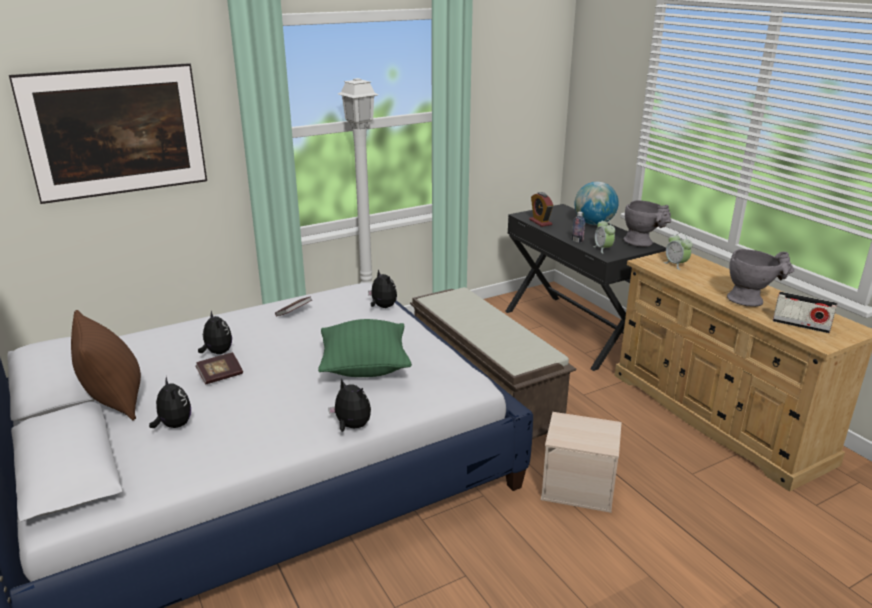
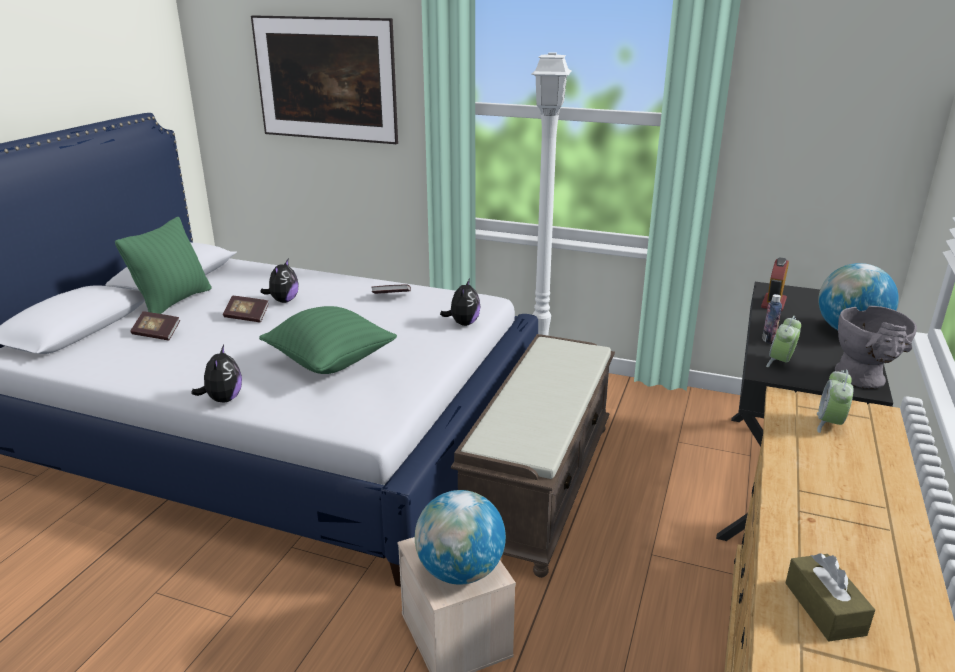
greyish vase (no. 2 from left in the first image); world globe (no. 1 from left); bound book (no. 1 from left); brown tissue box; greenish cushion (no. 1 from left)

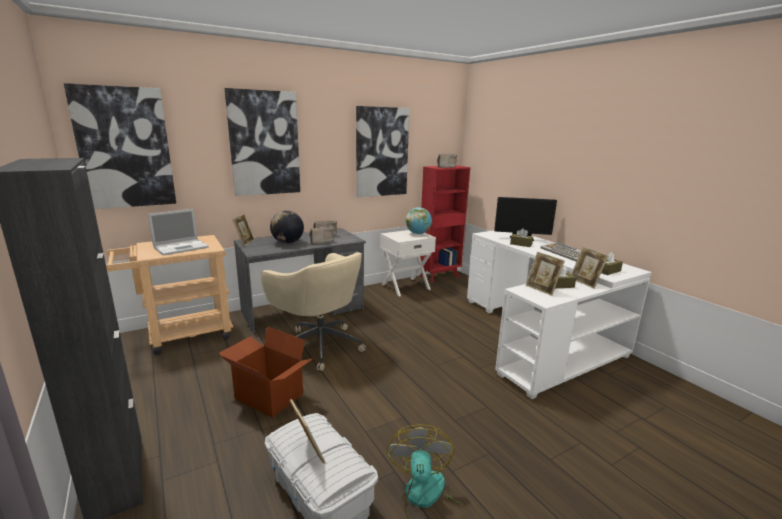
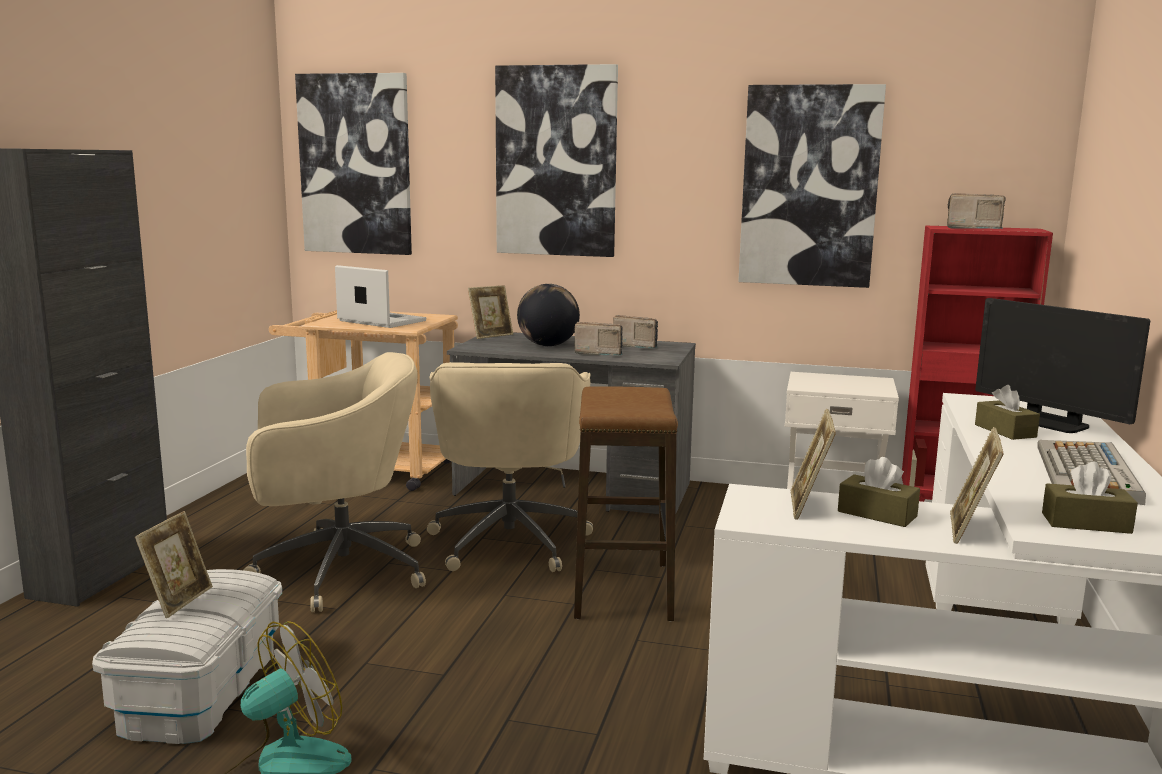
world globe (no. 2 from left in the first image); stool; beige-coloured office chair (no. 1 from left); notebook computer

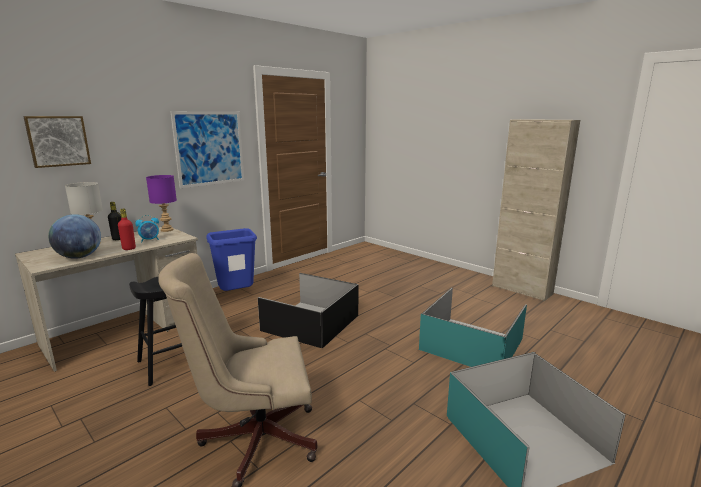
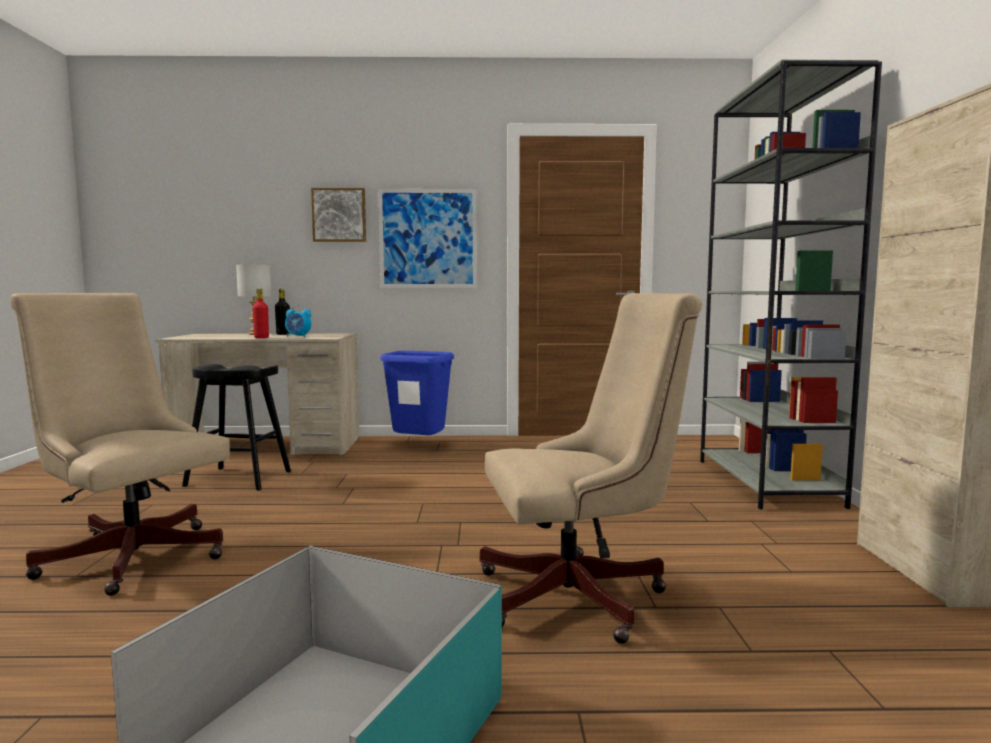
world globe; purple-coloured tabletop lamp; black-coloured storage bin; greyish bookshelf; wall art (no. 1 from left); beige-coloured office chair (no. 2 from left)

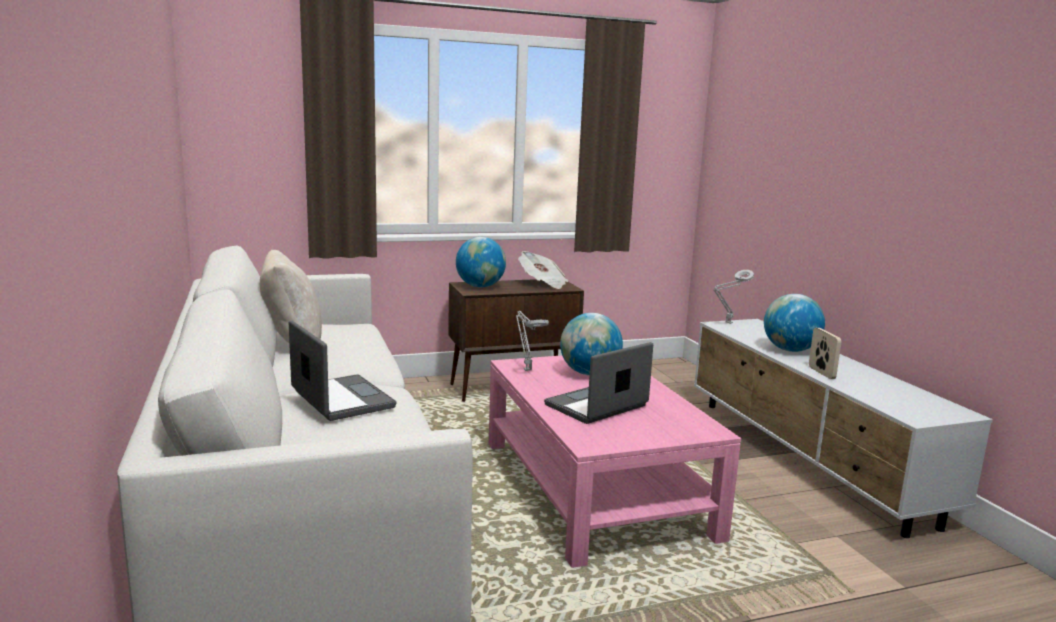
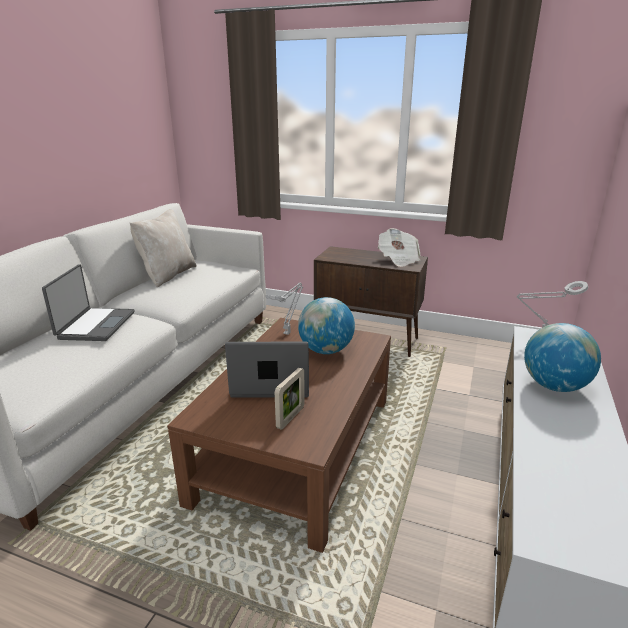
world globe (no. 1 from left in the first image); standing frame; brown coffee table

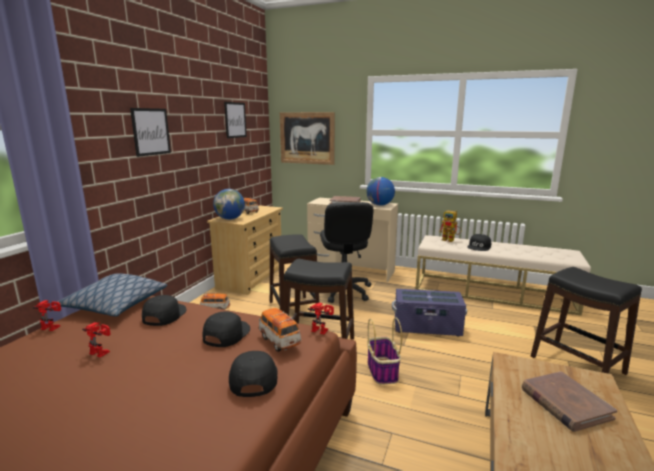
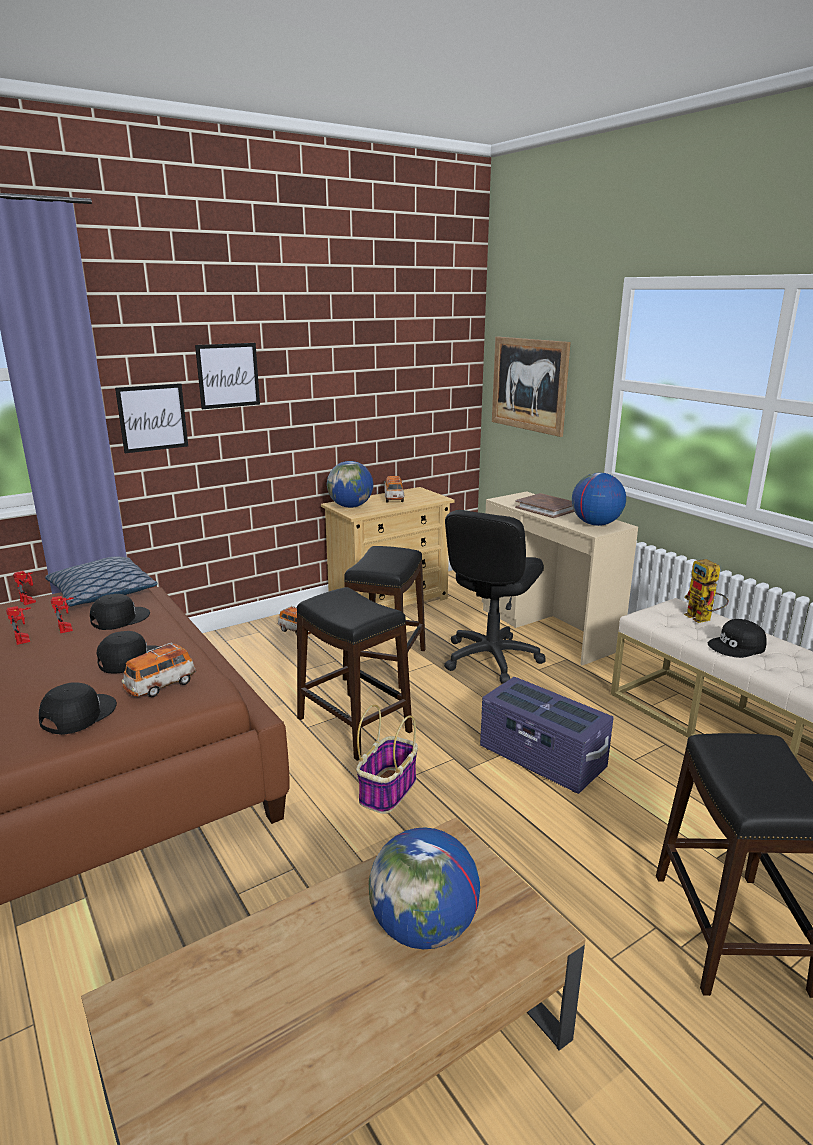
wall art (no. 1 from left); model robot (no. 3 from left); world globe (no. 2 from left); miniature car (no. 1 from left)

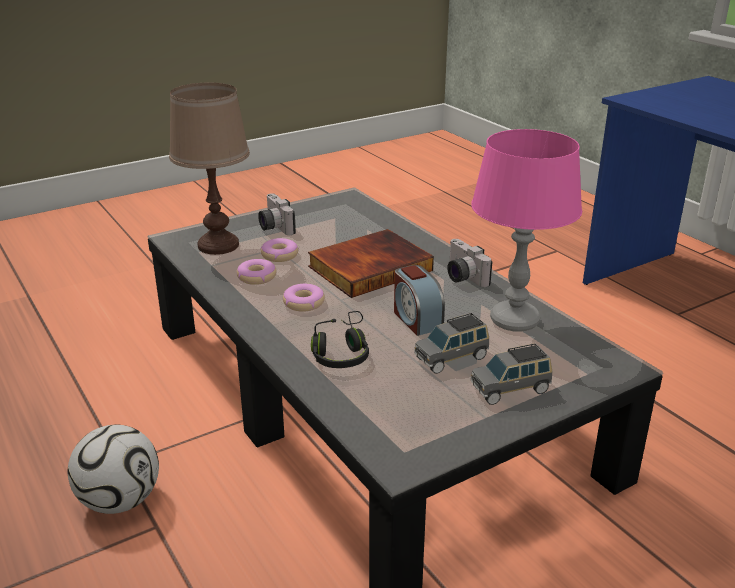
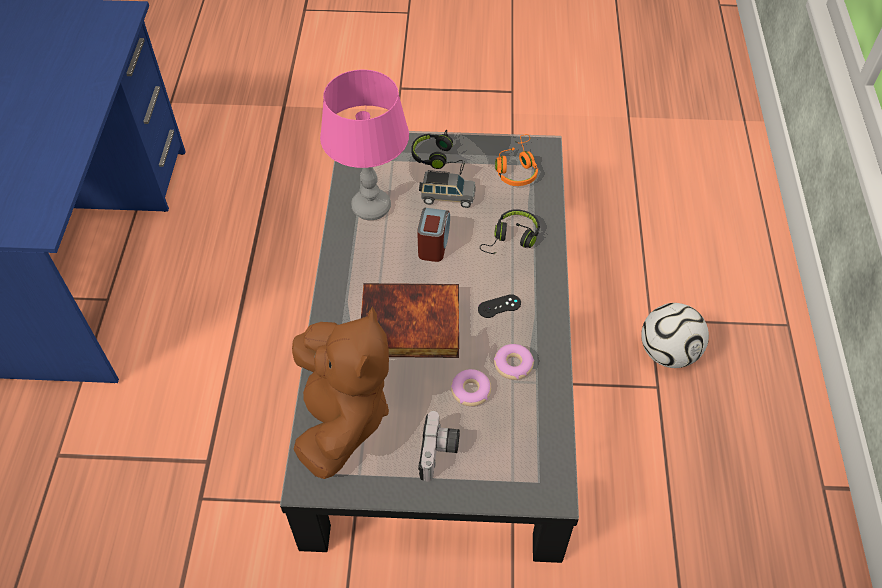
brown tabletop lamp; photo camera (no. 2 from left in the first image); brown soft toy; orange-coloured headset; black-coloured gamepad; black-coloured headset (no. 1 from left)

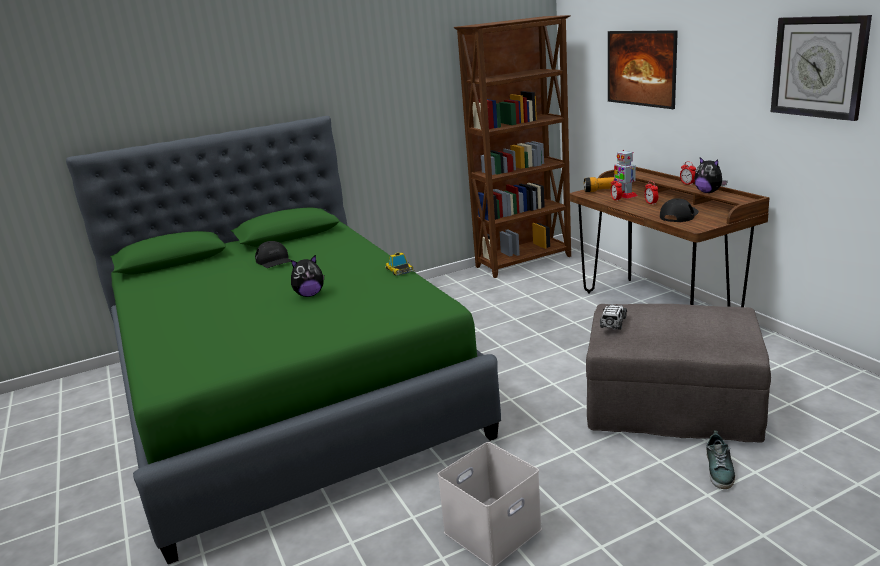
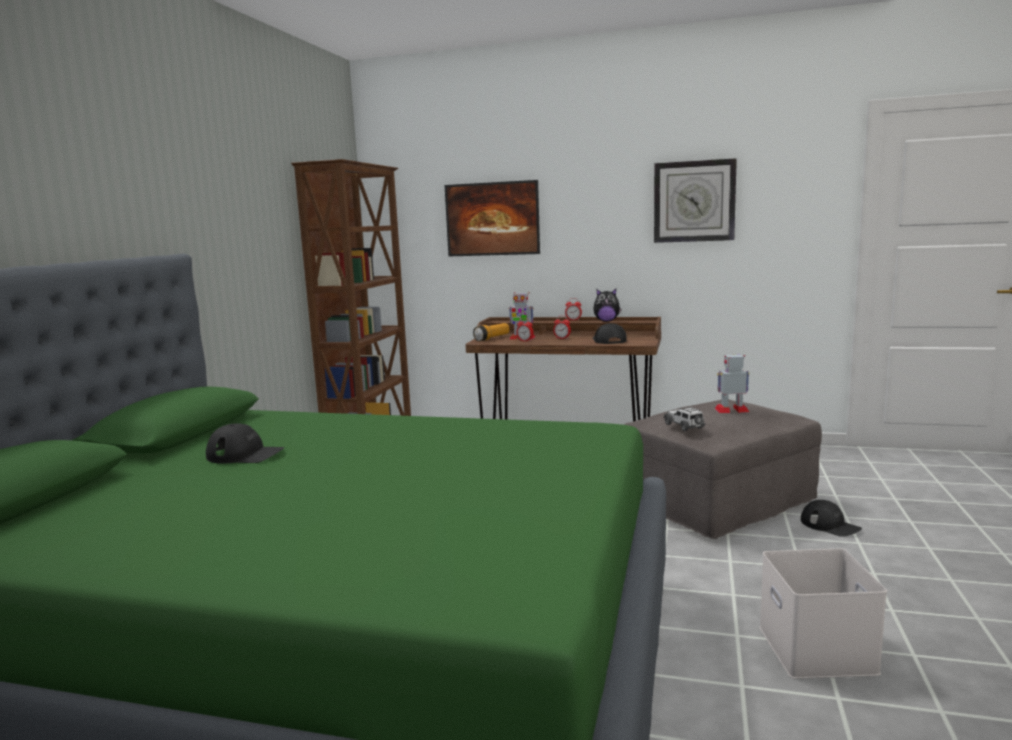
soft toy (no. 1 from left in the first image); miniature car (no. 1 from left in the first image); model robot (no. 2 from left); black-coloured cap (no. 3 from left)

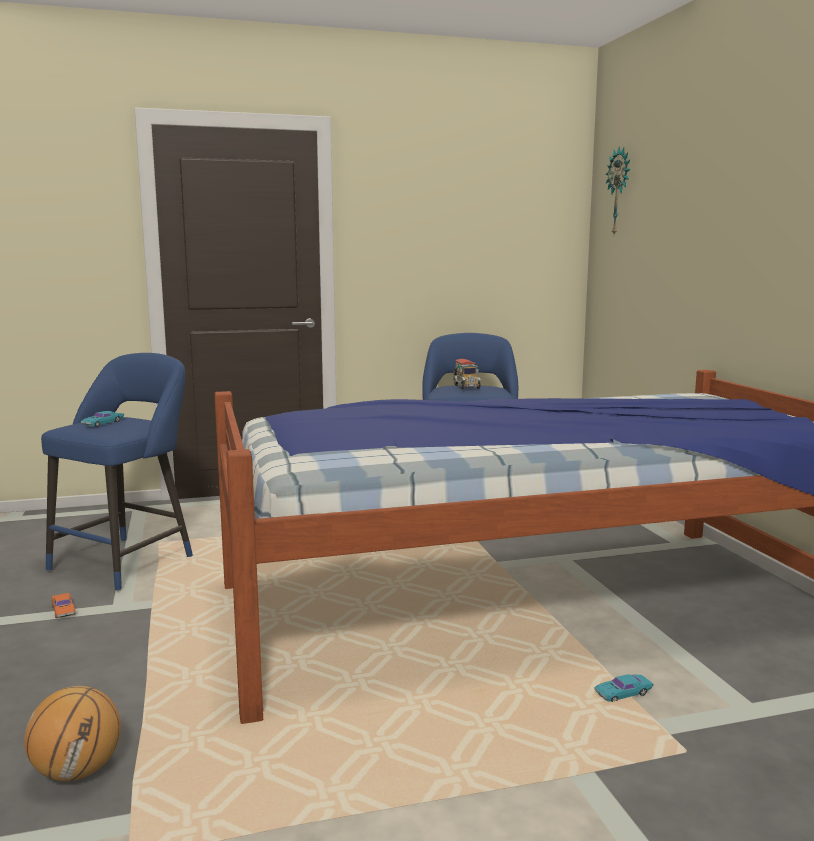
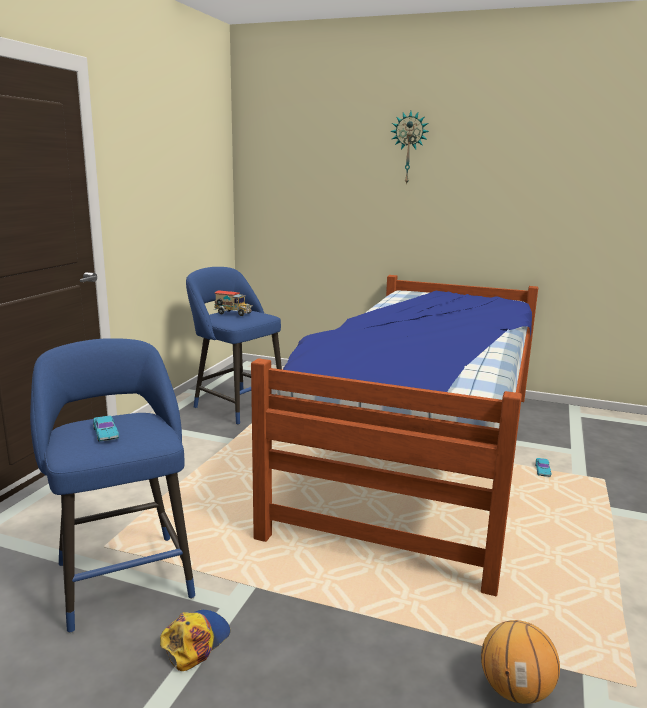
clock on the wall; cap

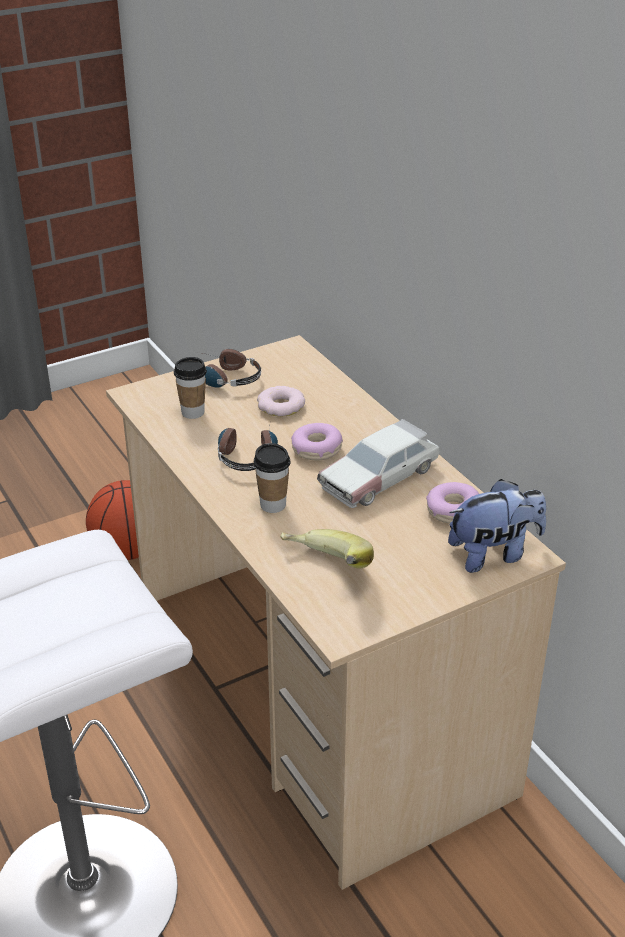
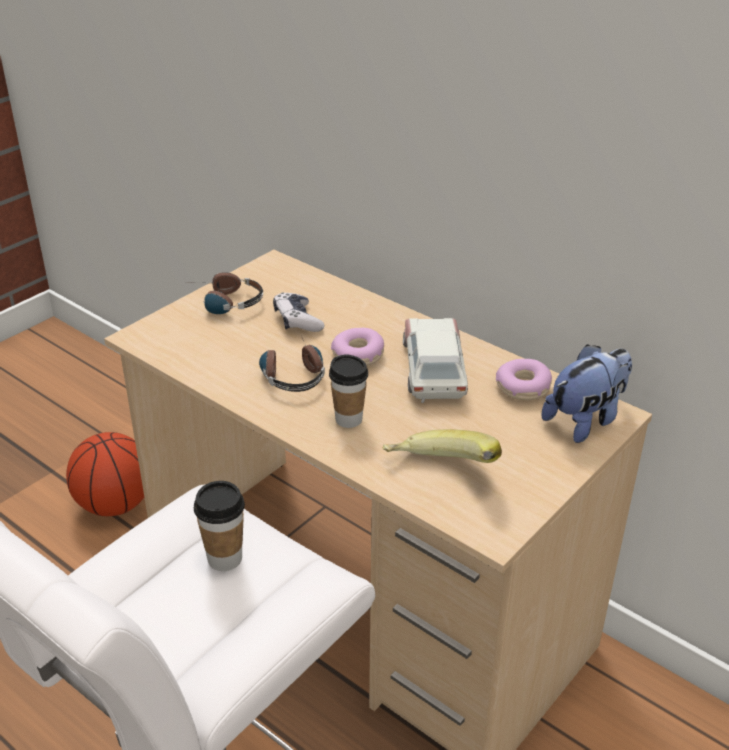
drinking cup (no. 1 from left); gamepad; miniature car

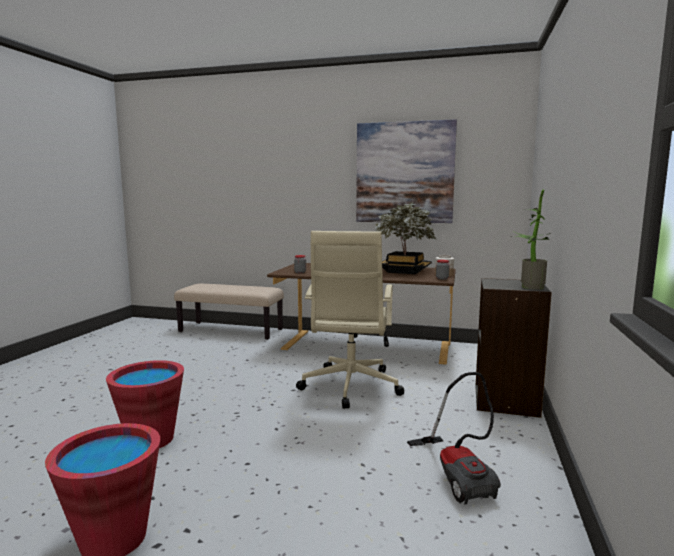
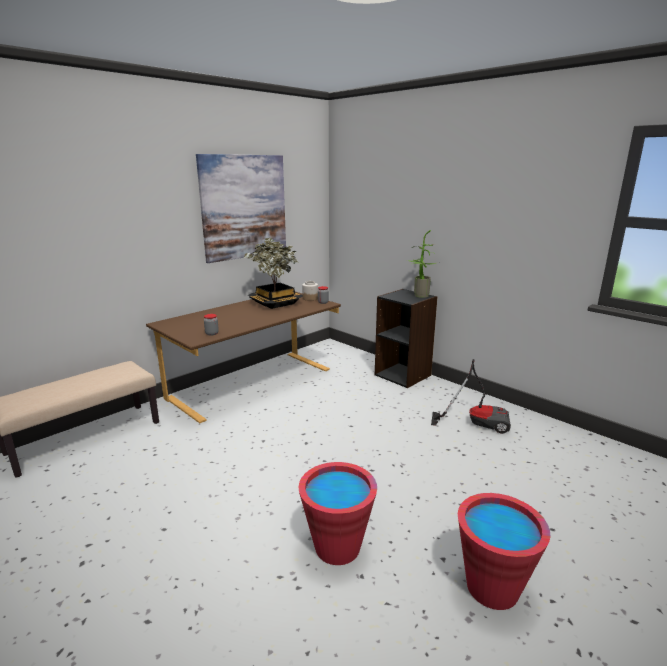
beige-coloured office chair

